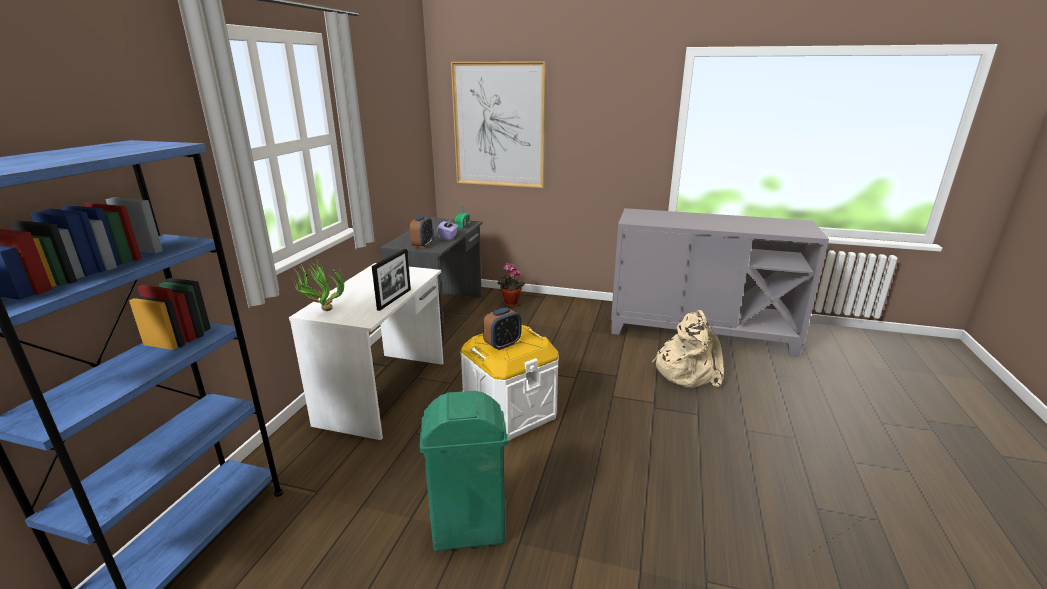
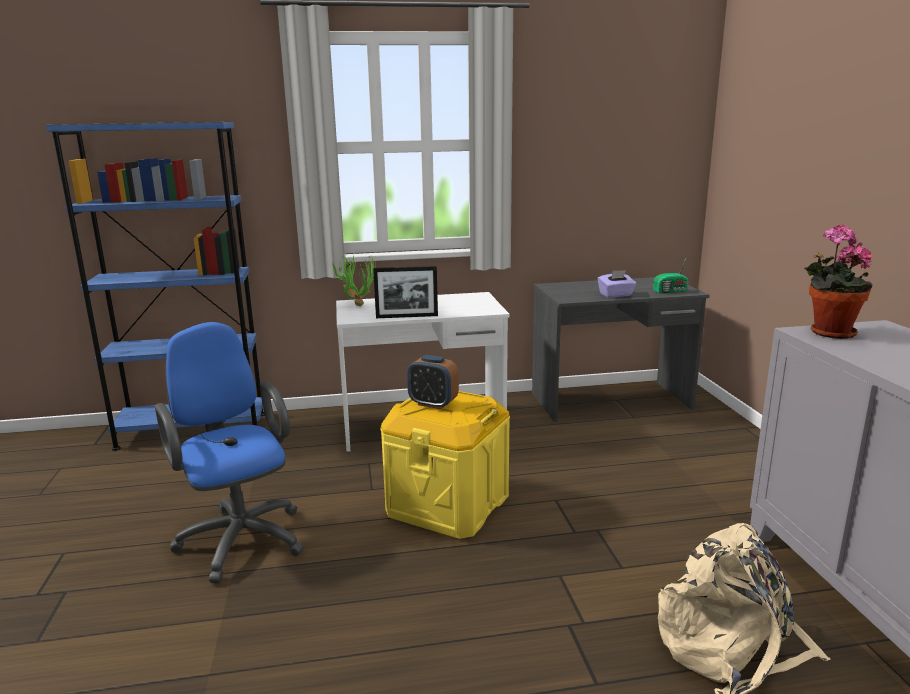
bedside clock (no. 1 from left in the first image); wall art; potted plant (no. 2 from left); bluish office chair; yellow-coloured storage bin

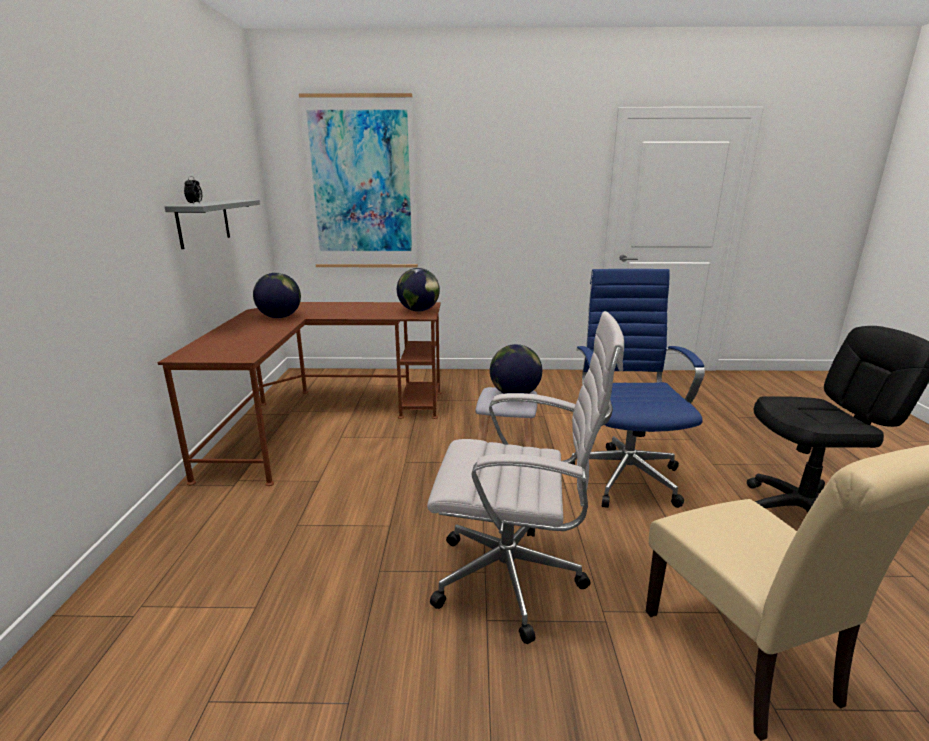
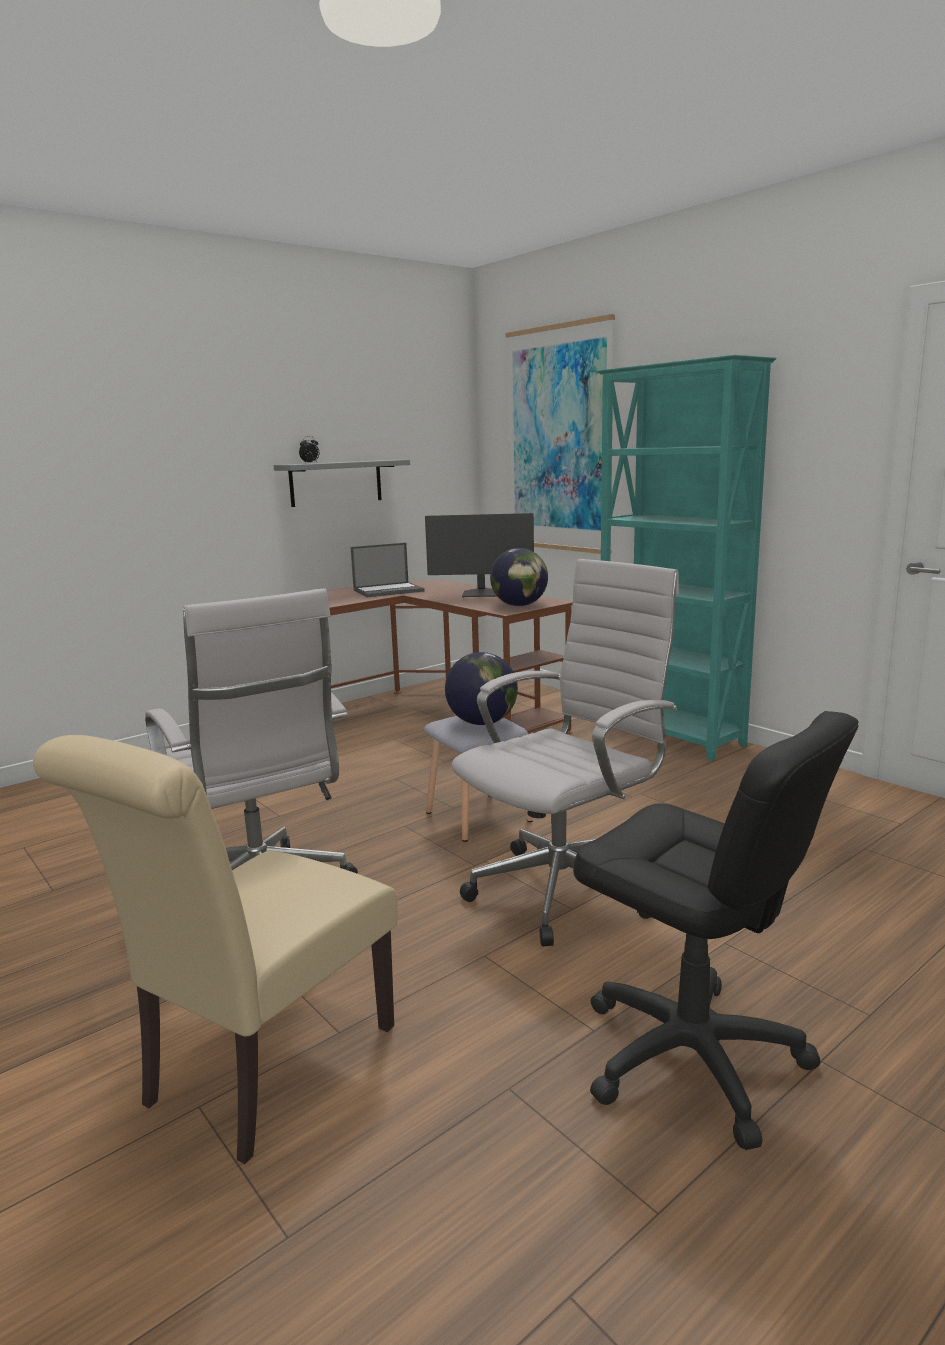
monitor; turquoise bookshelf; notebook computer; white-coloured office chair (no. 2 from left)

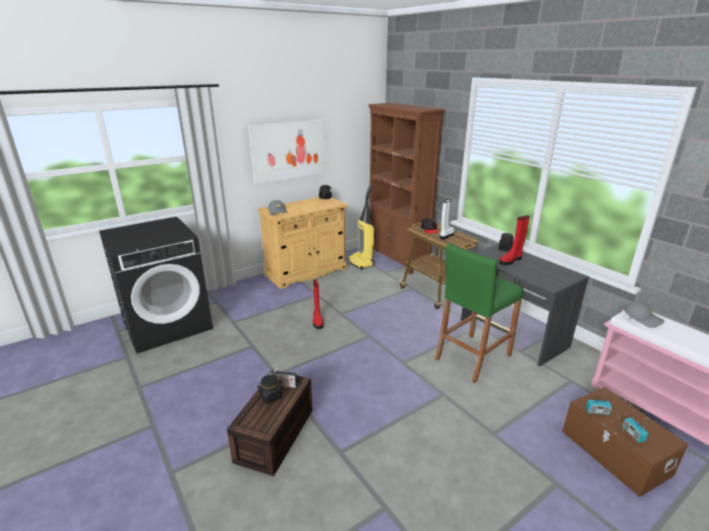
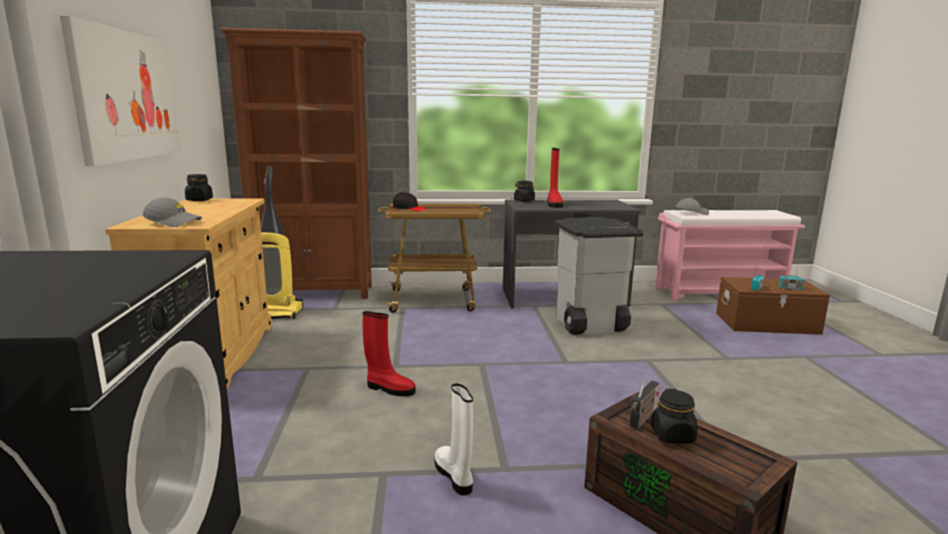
white-coloured tall boot; greyish rubbish bin

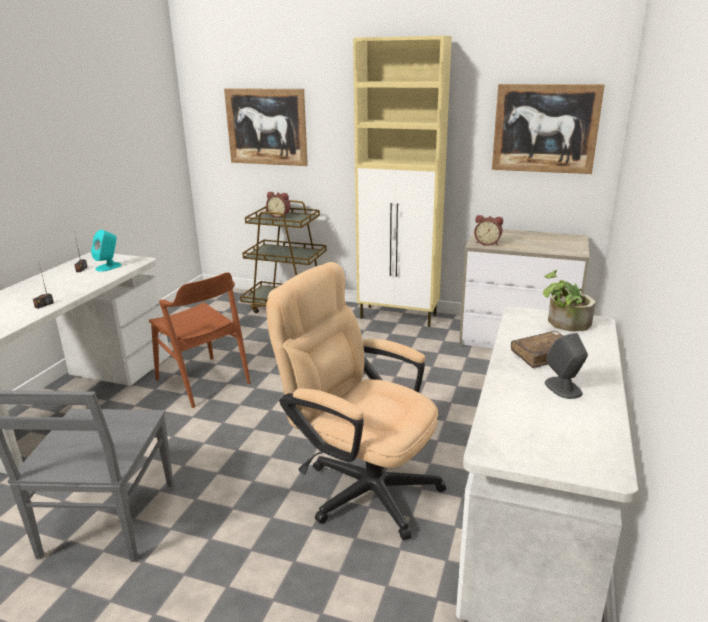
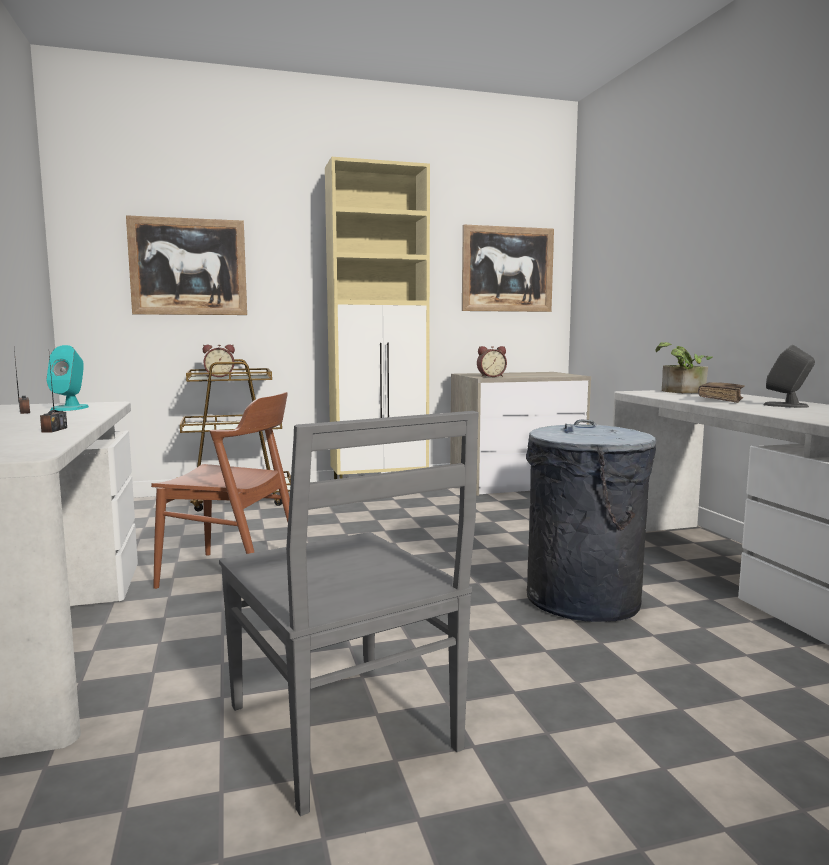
greyish rubbish bin

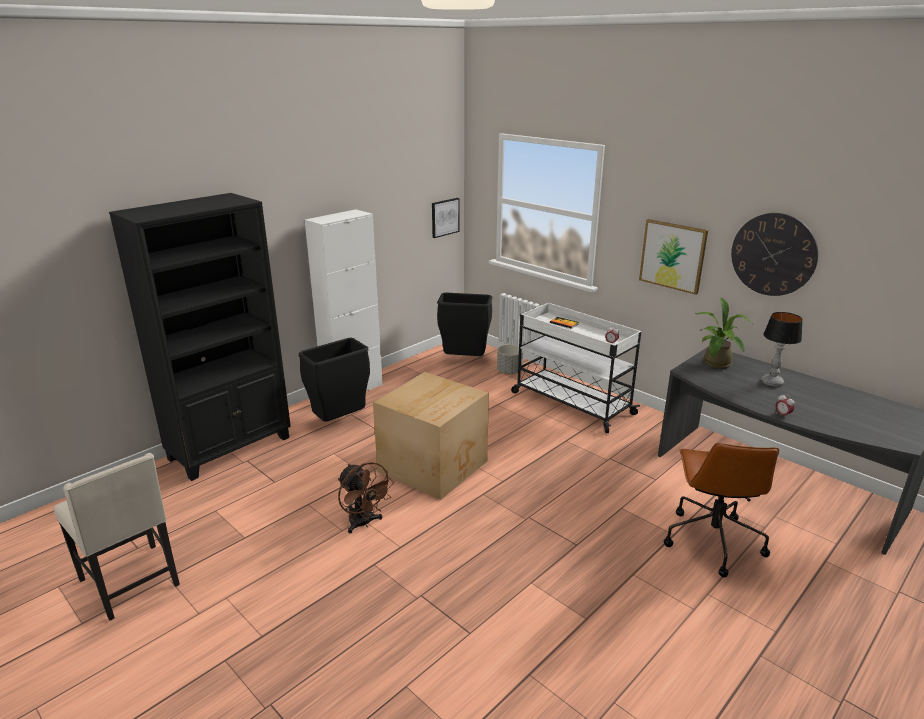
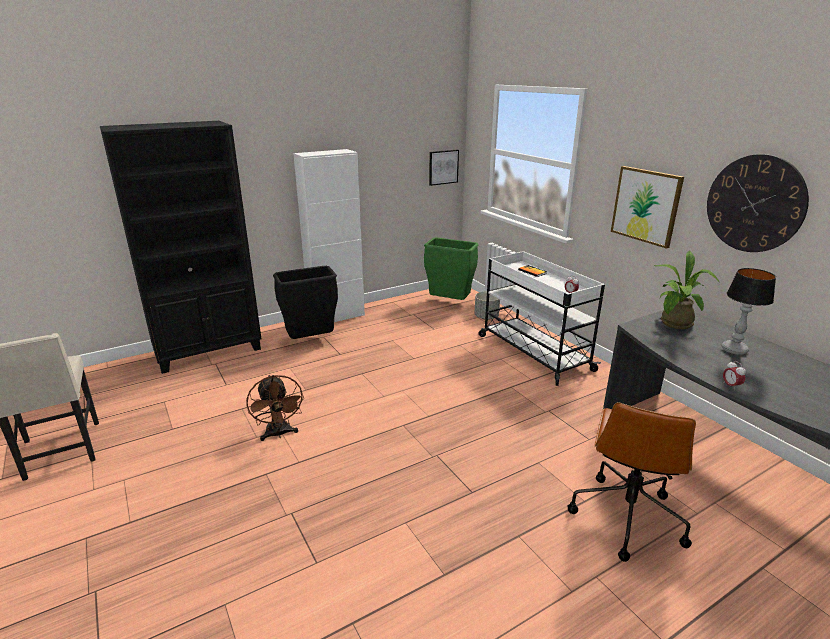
packing box; greenish rubbish bin

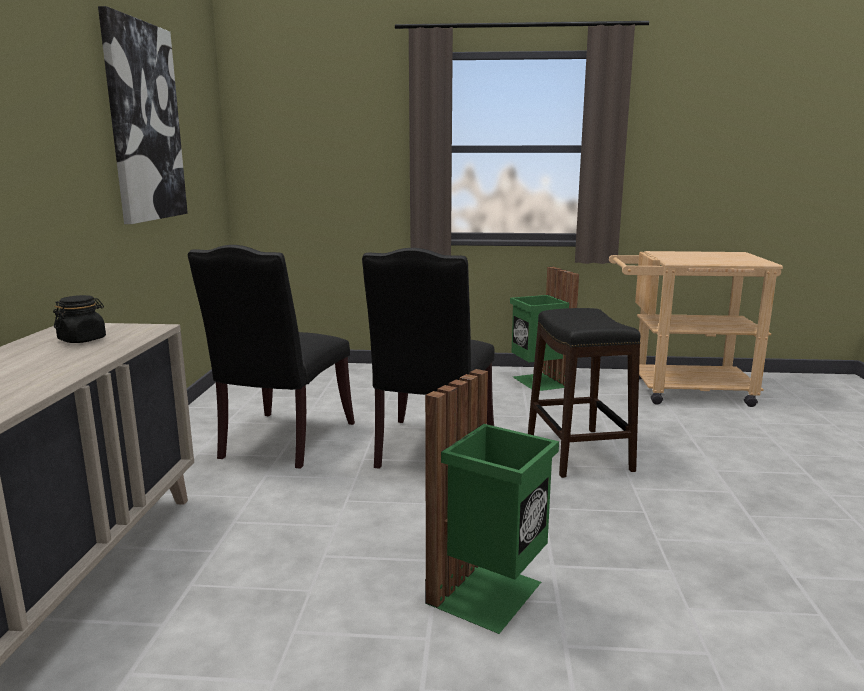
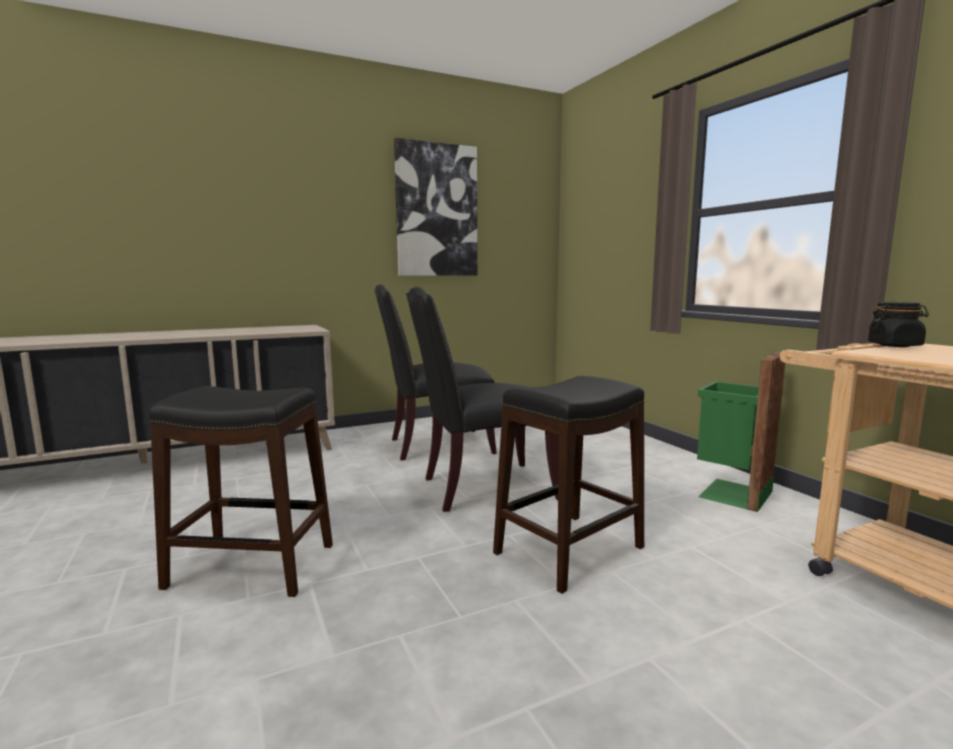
black-coloured jar; black-coloured stool (no. 1 from left)

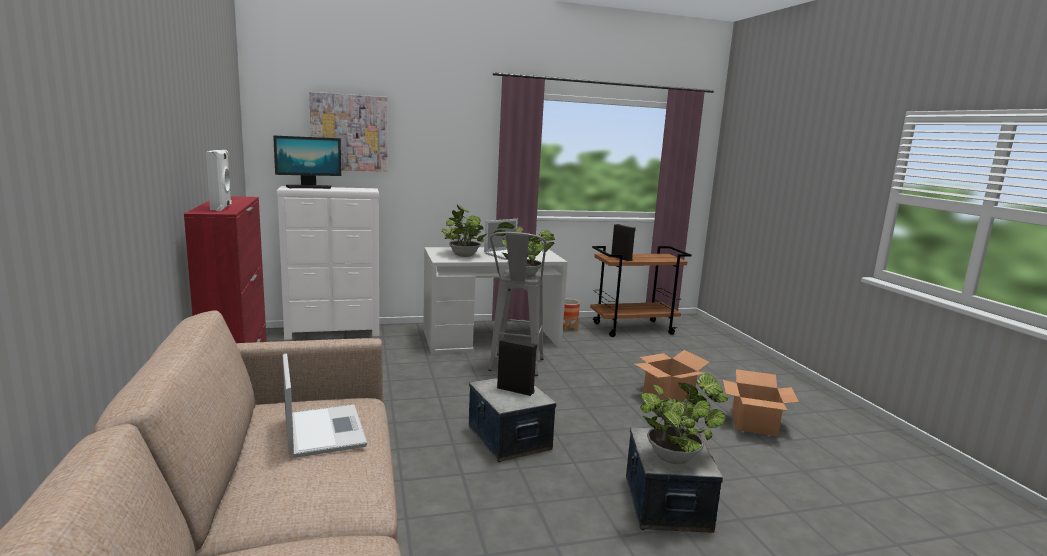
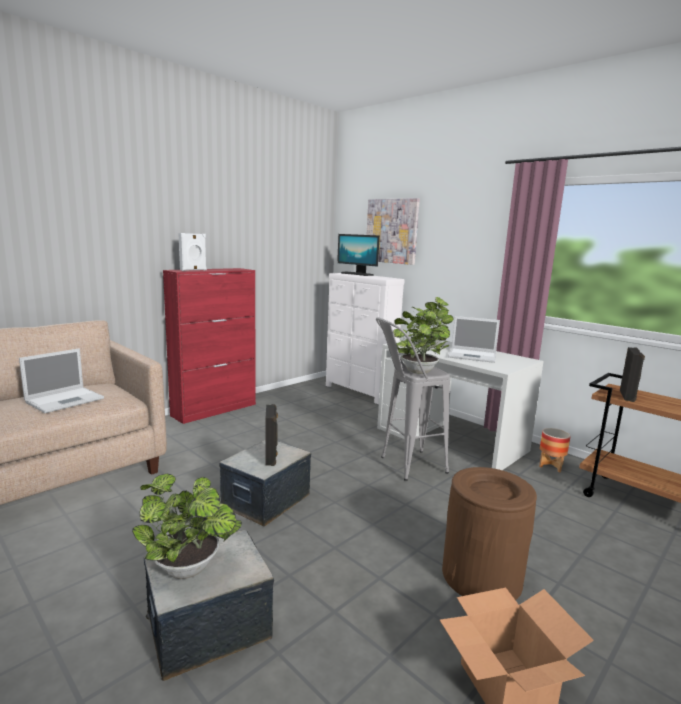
brown rubbish bin

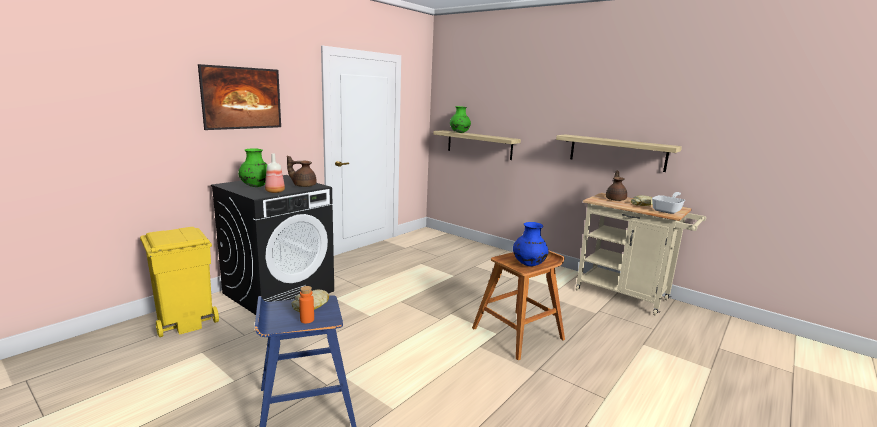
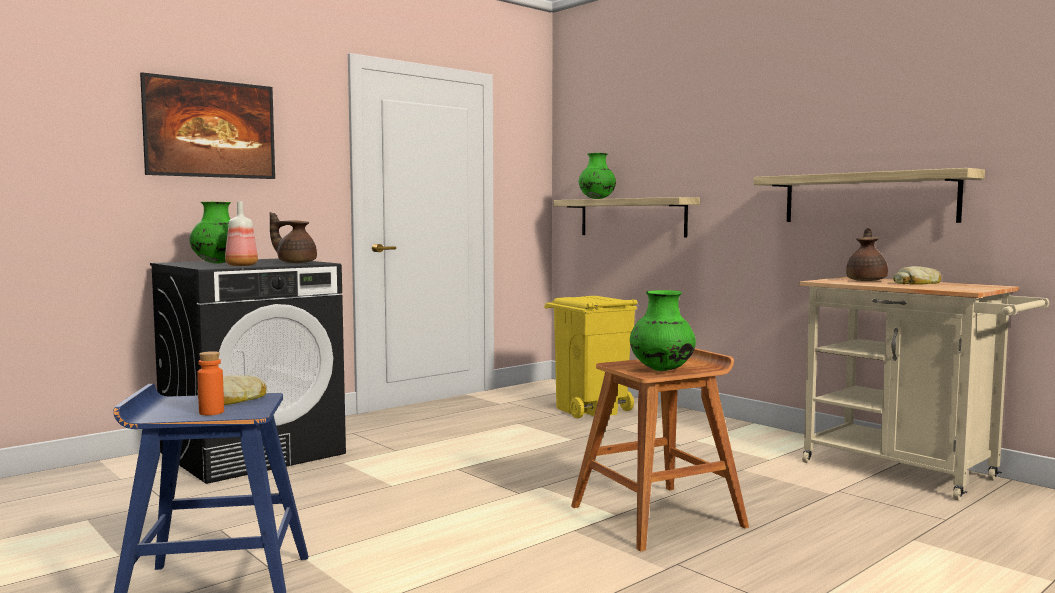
skillet; yellow-coloured rubbish bin; greenish vase (no. 3 from left)

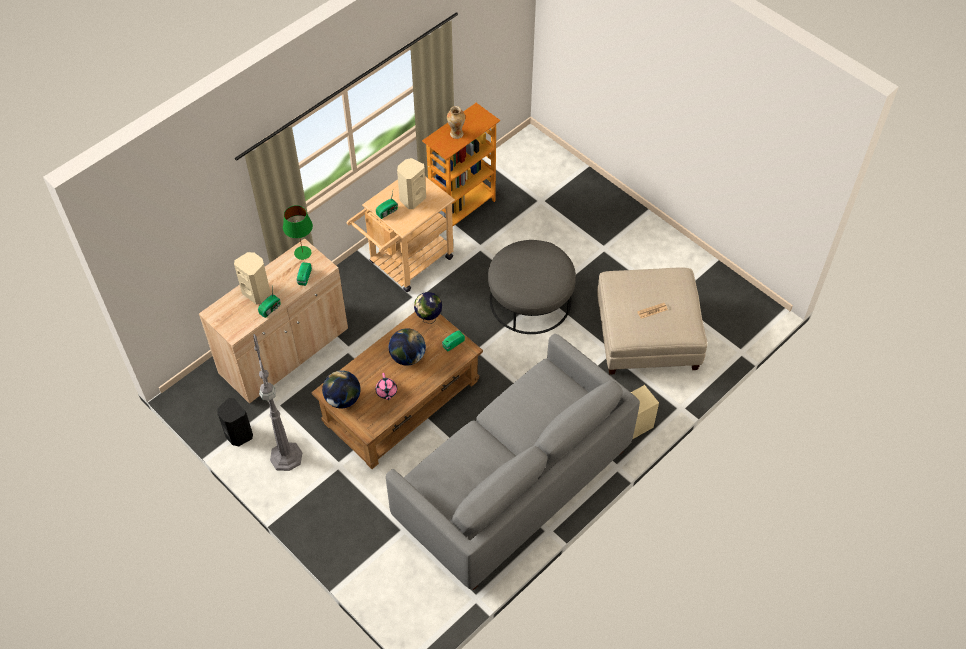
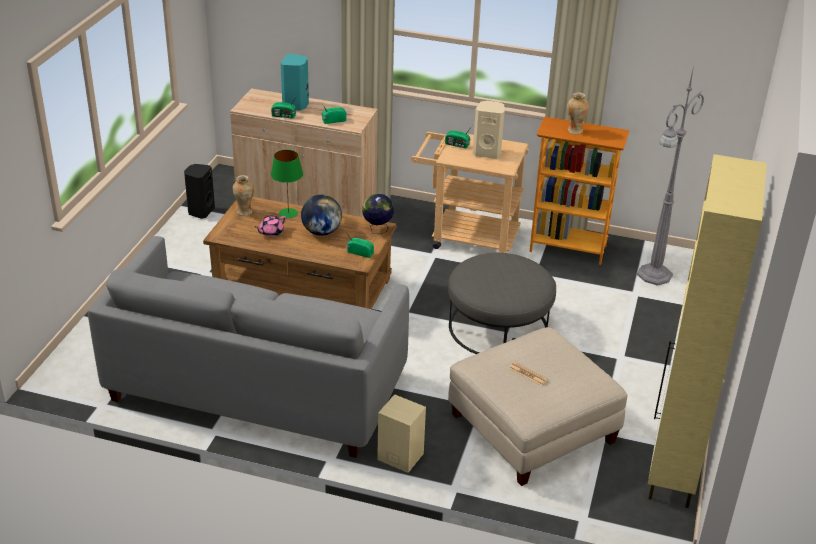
beige-coloured cabinet (no. 2 from left); greyish floor lamp; greenish tabletop lamp; vase (no. 1 from left); turquoise loudspeaker

